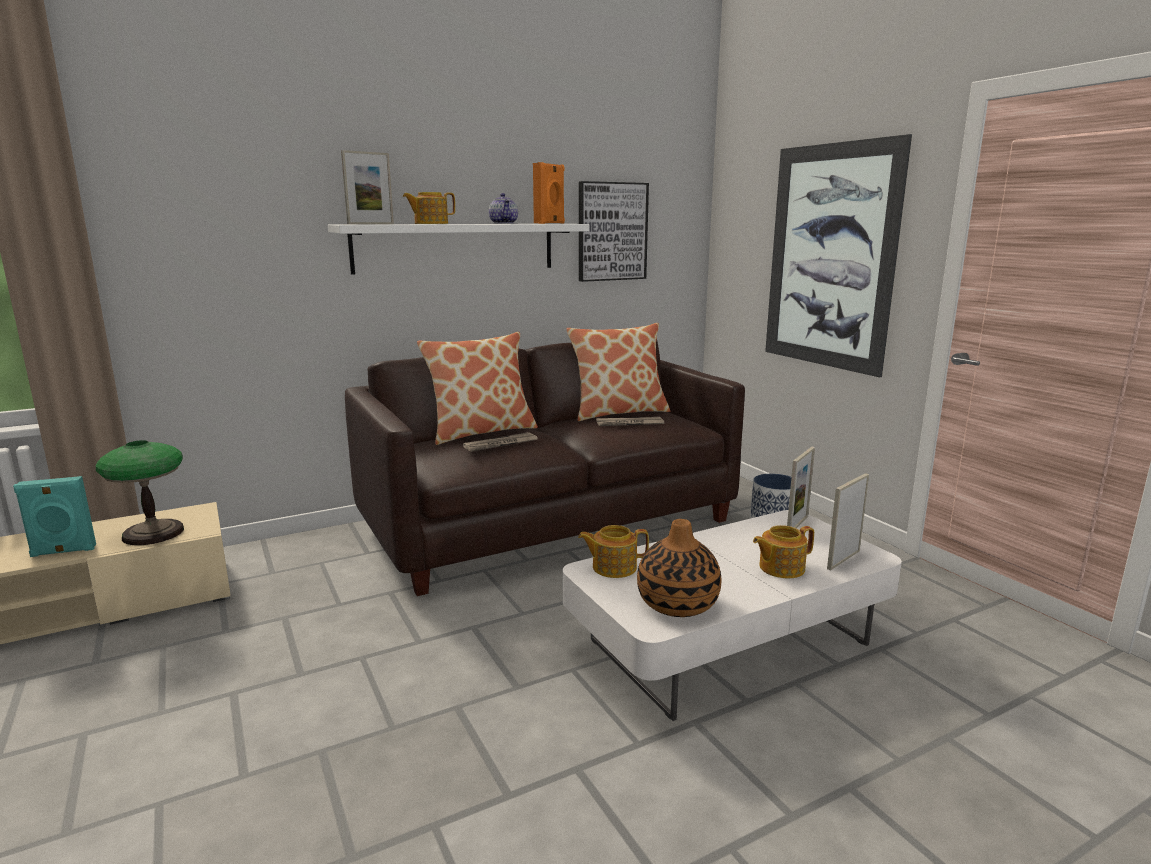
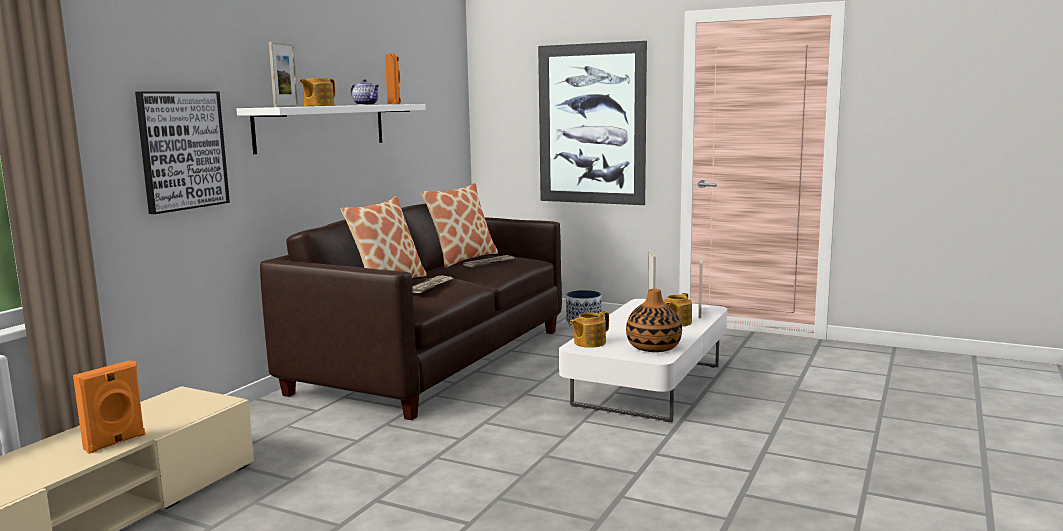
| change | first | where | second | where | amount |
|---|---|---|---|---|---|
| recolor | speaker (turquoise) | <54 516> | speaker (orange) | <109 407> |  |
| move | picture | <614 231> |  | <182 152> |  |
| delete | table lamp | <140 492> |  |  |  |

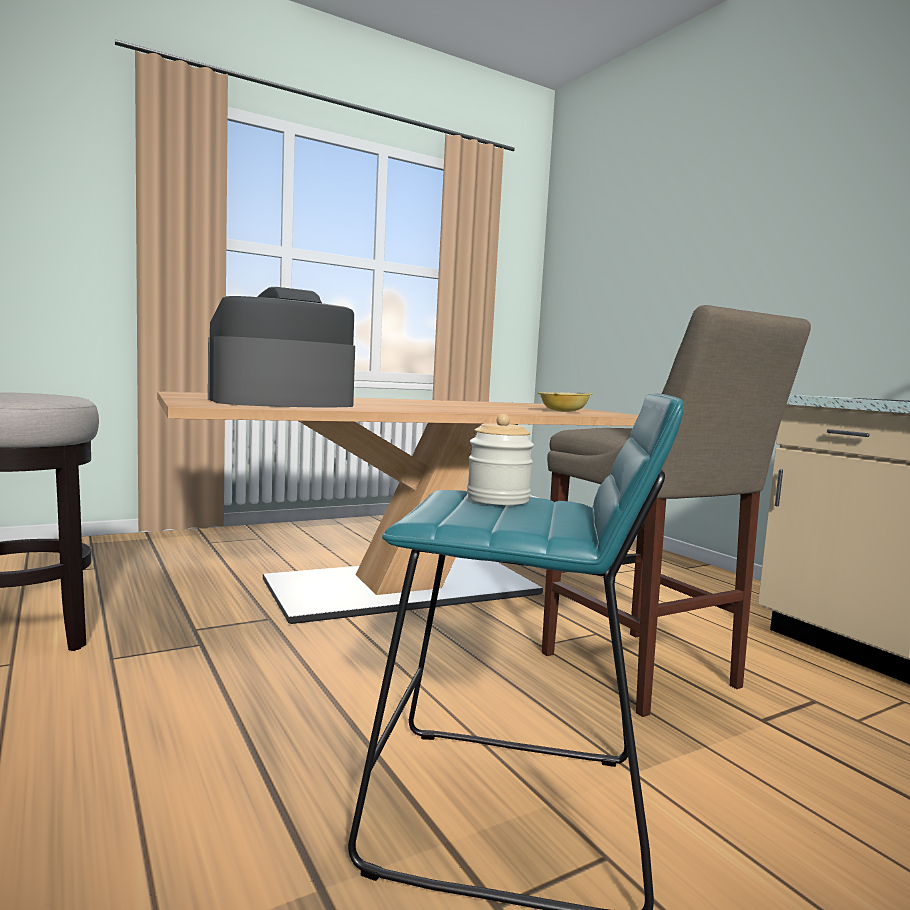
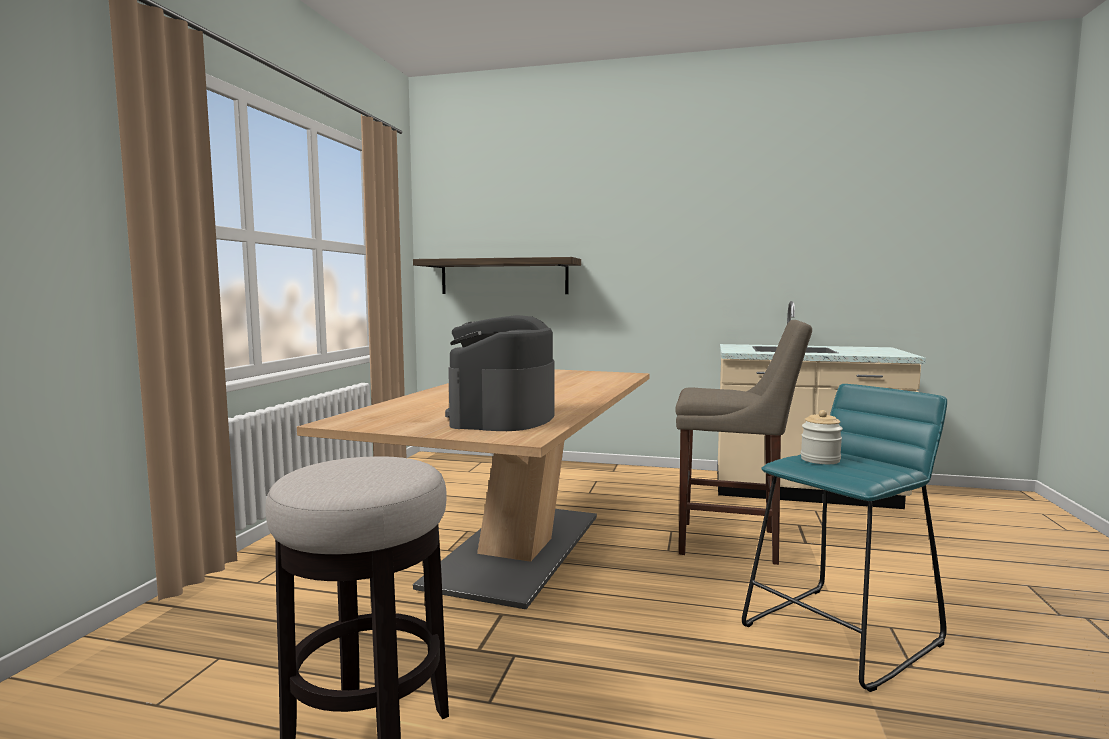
| change | first | where | second | where | amount |
|---|---|---|---|---|---|
| insert |  |  | shelf | <497 275> |  |
| delete | bowl | <565 402> |  |  |  |

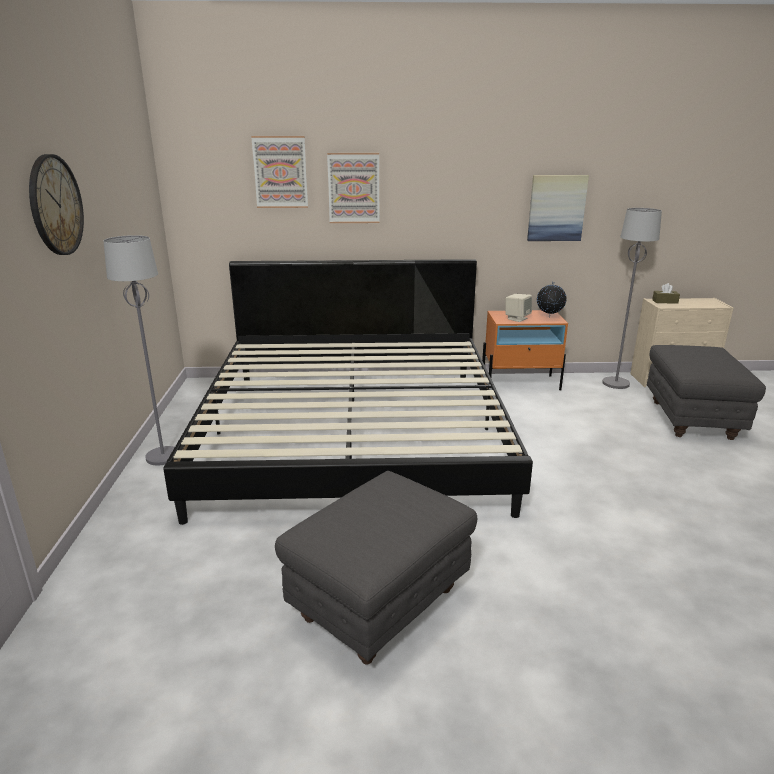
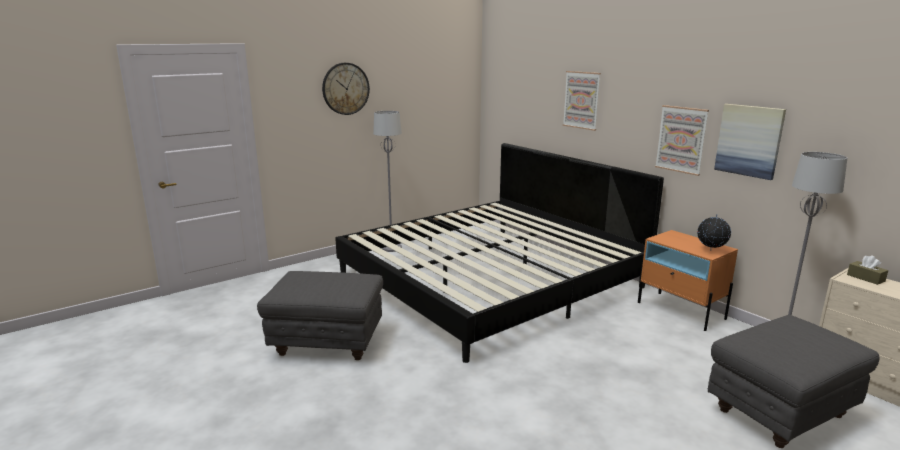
| change | first | where | second | where | amount |
|---|---|---|---|---|---|
| move | picture | <279 172> |  | <682 140> |  |
| delete | speaker (beige) | <518 308> |  |  |  |

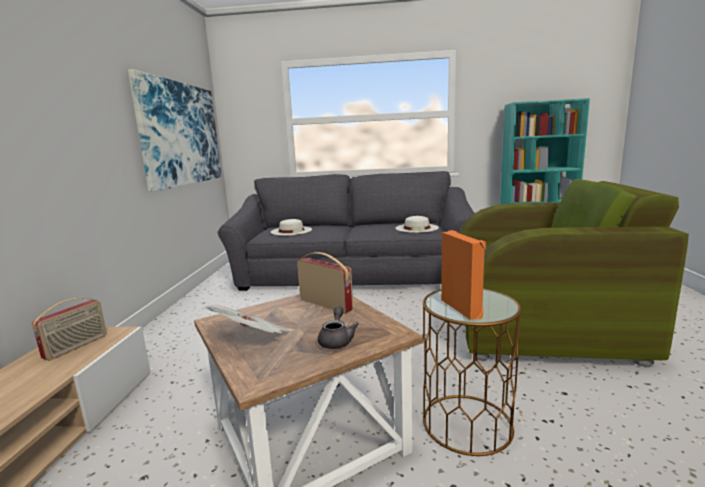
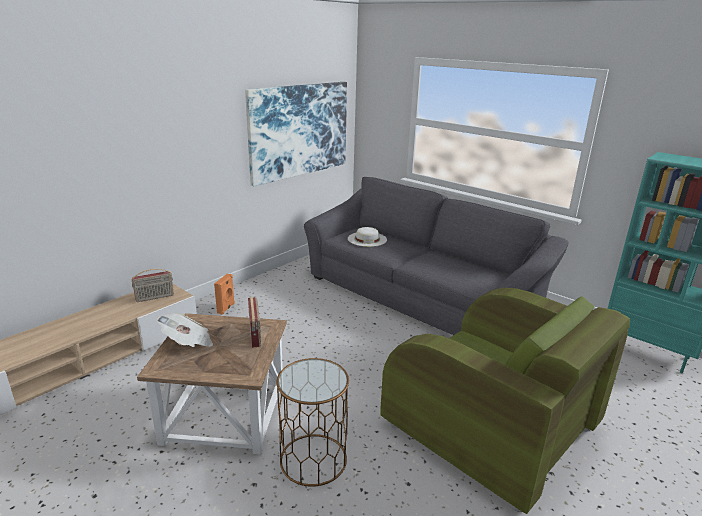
| change | first | where | second | where | amount |
|---|---|---|---|---|---|
| move | speaker (orange) | <463 275> |  | <224 294> |  |
| delete | teapot (grey) | <338 327> |  |  |  |
| delete | hat (white) | <417 224> |  |  |  |

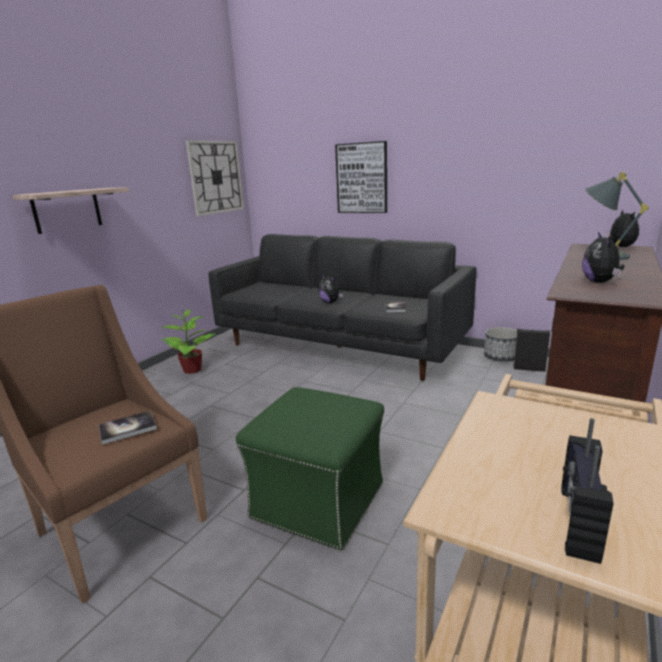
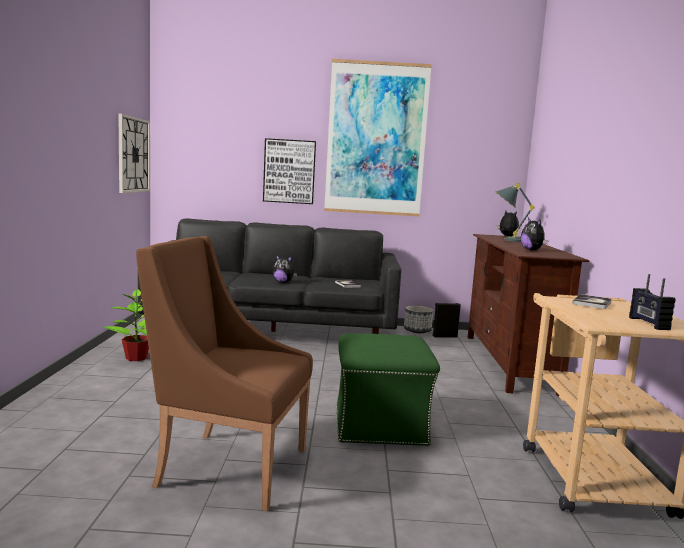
| change | first | where | second | where | amount |
|---|---|---|---|---|---|
| insert |  |  | picture | <378 138> |  |
| move | book | <127 428> |  | <592 301> |  |
| delete | shelf | <71 210> |  |  |  |

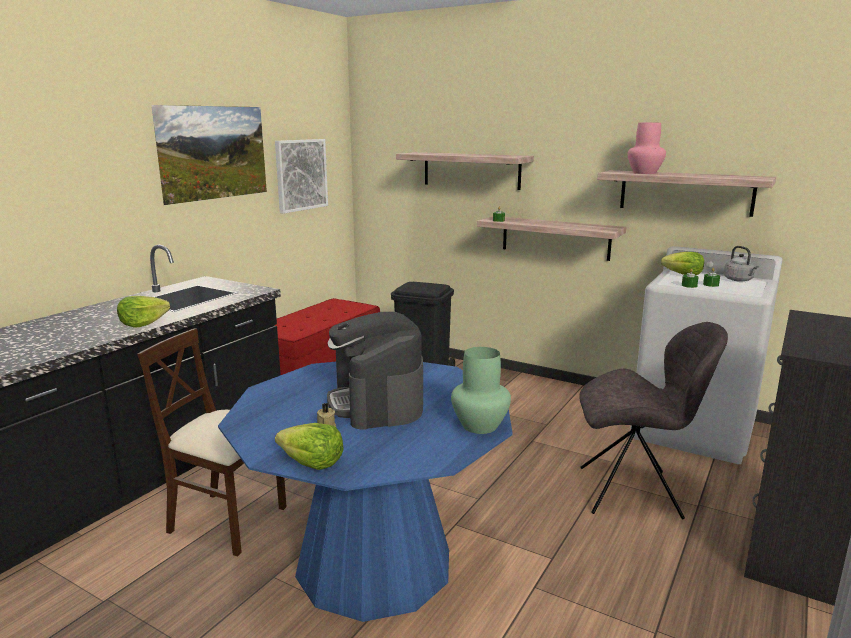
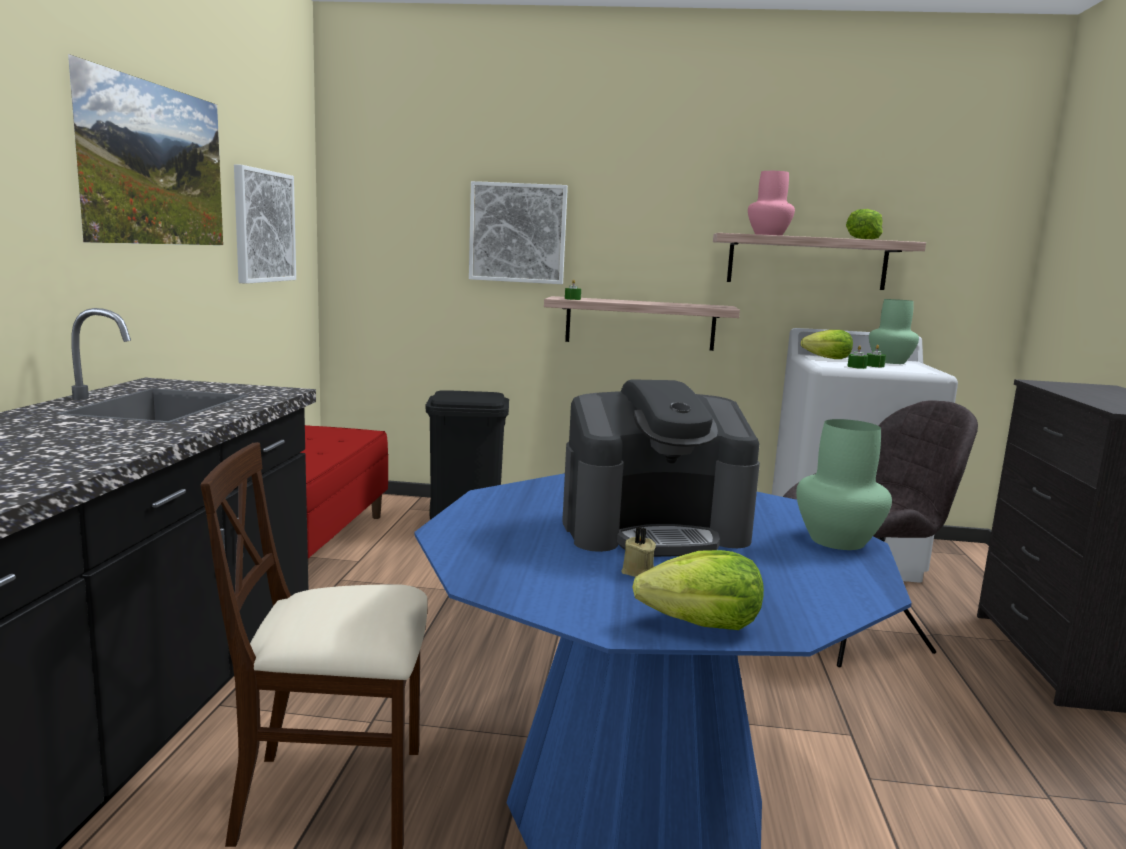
| change | first | where | second | where | amount |
|---|---|---|---|---|---|
| replace | shelf | <465 171> | picture | <518 232> |  |
| rotate | coffee machine | <375 371> |  | <661 468> | 60 degrees counterclockwise |
| move | lettuce | <143 312> |  | <864 224> |  |
| replace | kettle (grey) | <741 264> | vase (green) | <894 331> |  |

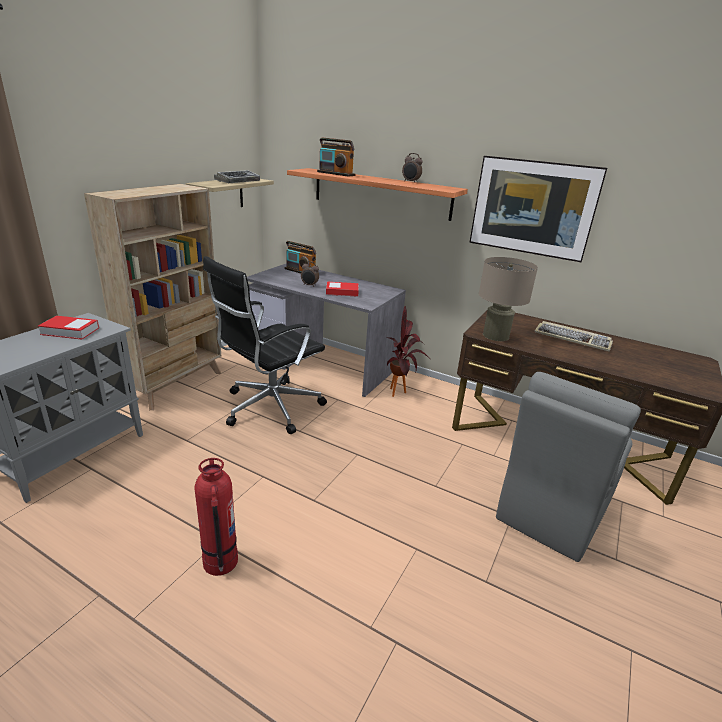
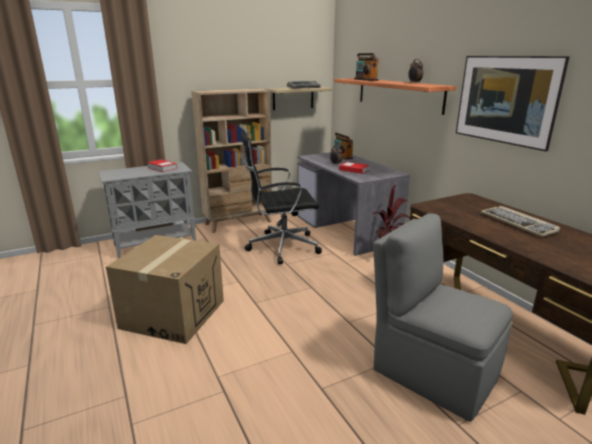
| change | first | where | second | where | amount |
|---|---|---|---|---|---|
| replace | fire extinguisher | <216 517> | cardboard box | <165 289> |  |
| rotate | chair (grey) | <568 467> |  | <443 317> | 60 degrees clockwise |
| delete | table lamp (beige) | <508 299> |  |  |  |

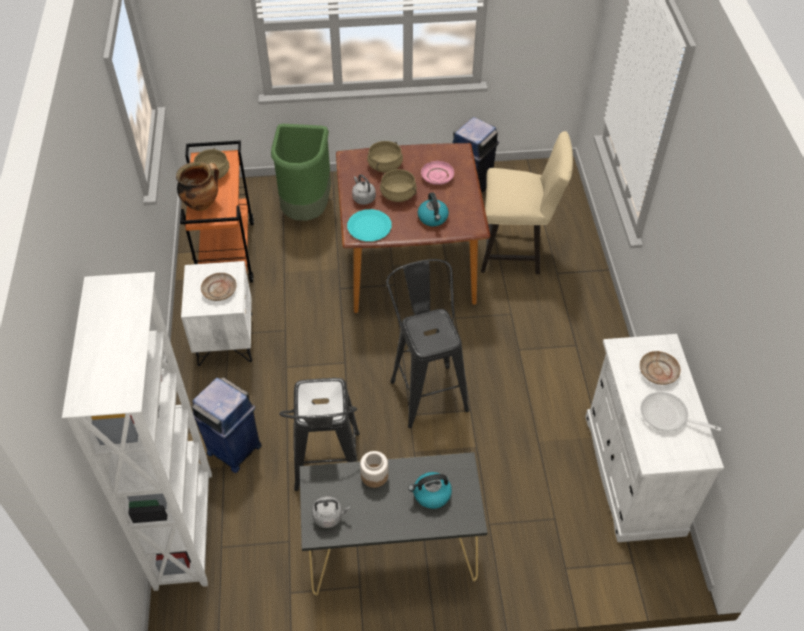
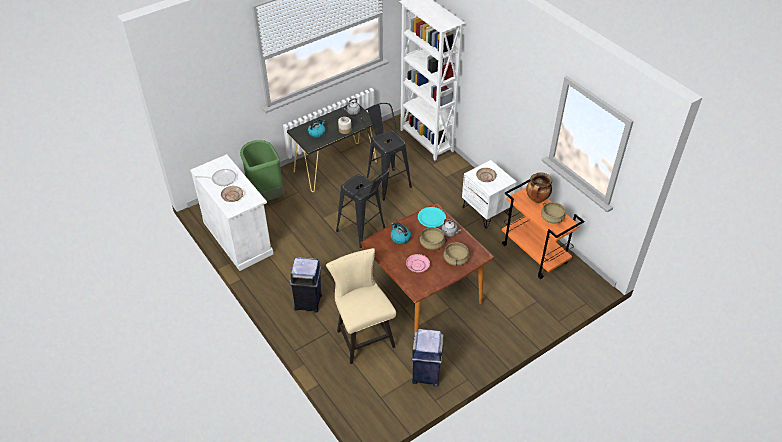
| change | first | where | second | where | amount |
|---|---|---|---|---|---|
| move | trash can (green) | <301 172> |  | <262 170> |  |
| move | trash can (blue) | <227 425> |  | <306 285> |  |
| rotate | chair (beige) | <527 202> |  | <361 306> | 90 degrees clockwise |

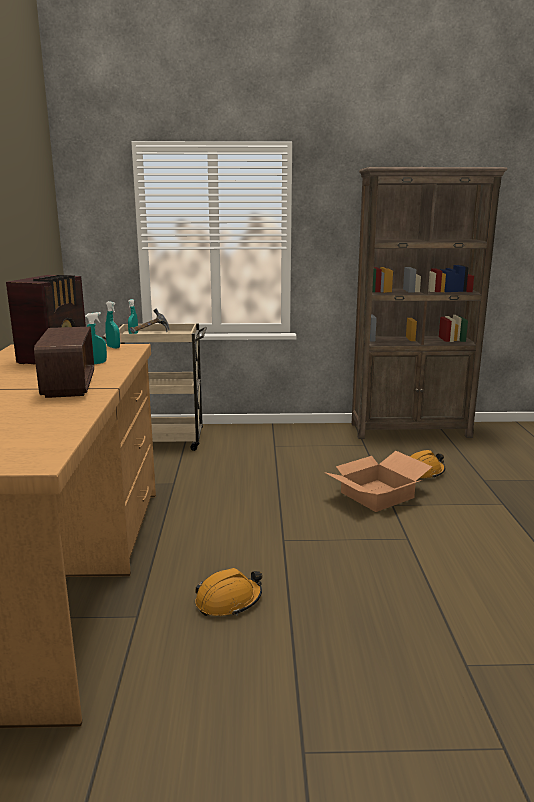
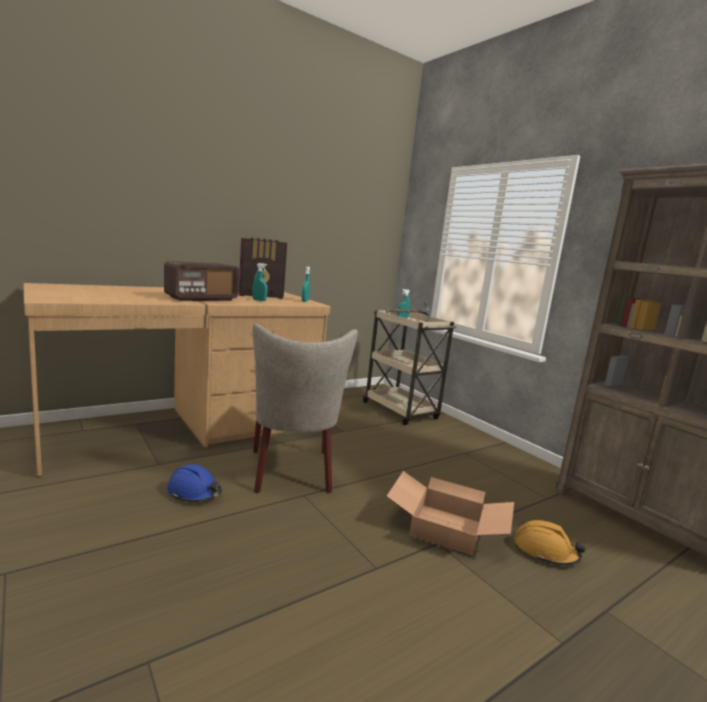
| change | first | where | second | where | amount |
|---|---|---|---|---|---|
| recolor | hard hat (orange) | <228 592> | hard hat (blue) | <194 483> |  |
| insert |  |  | chair (beige) | <305 408> |  |

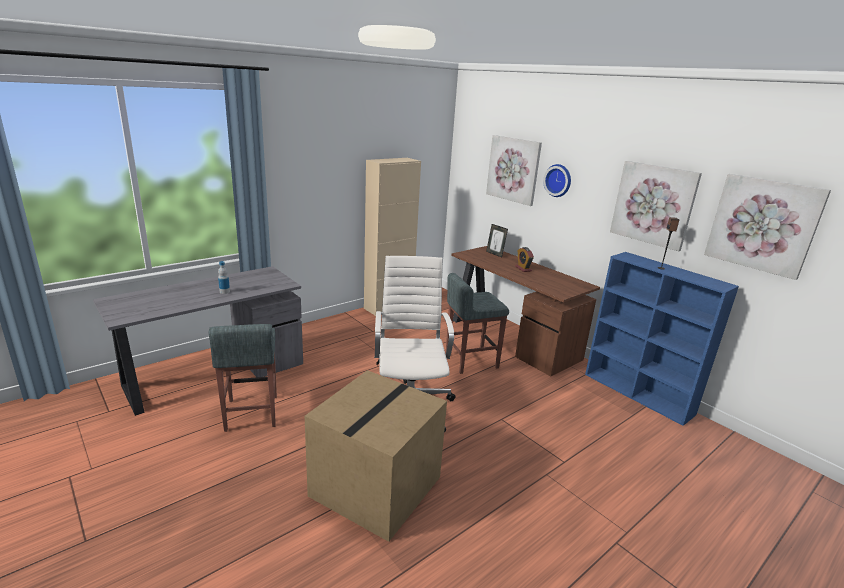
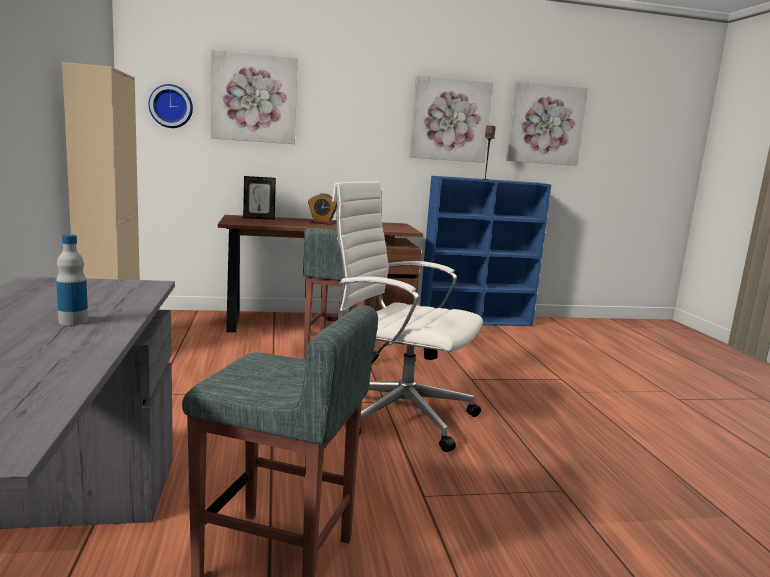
| change | first | where | second | where | amount |
|---|---|---|---|---|---|
| move | wall clock | <557 180> |  | <170 106> |  |
| delete | cardboard box | <375 456> |  |  |  |

